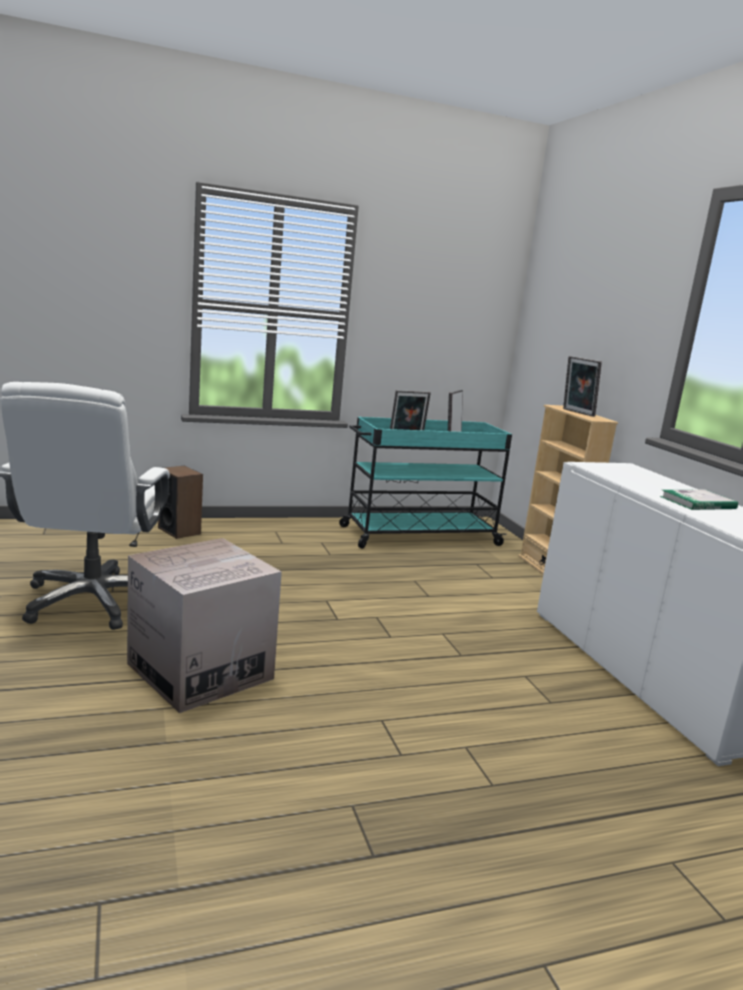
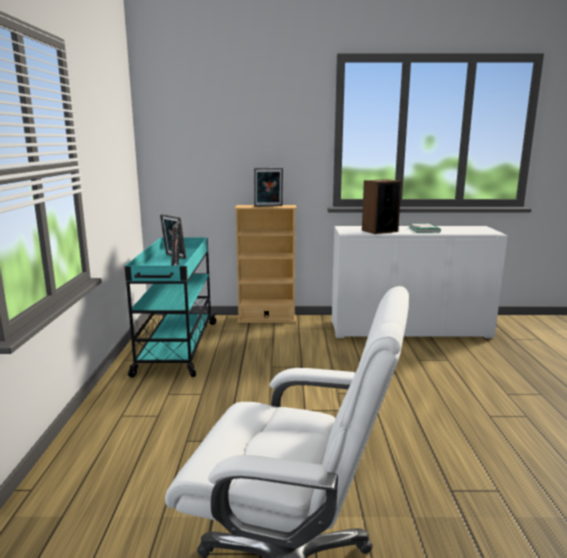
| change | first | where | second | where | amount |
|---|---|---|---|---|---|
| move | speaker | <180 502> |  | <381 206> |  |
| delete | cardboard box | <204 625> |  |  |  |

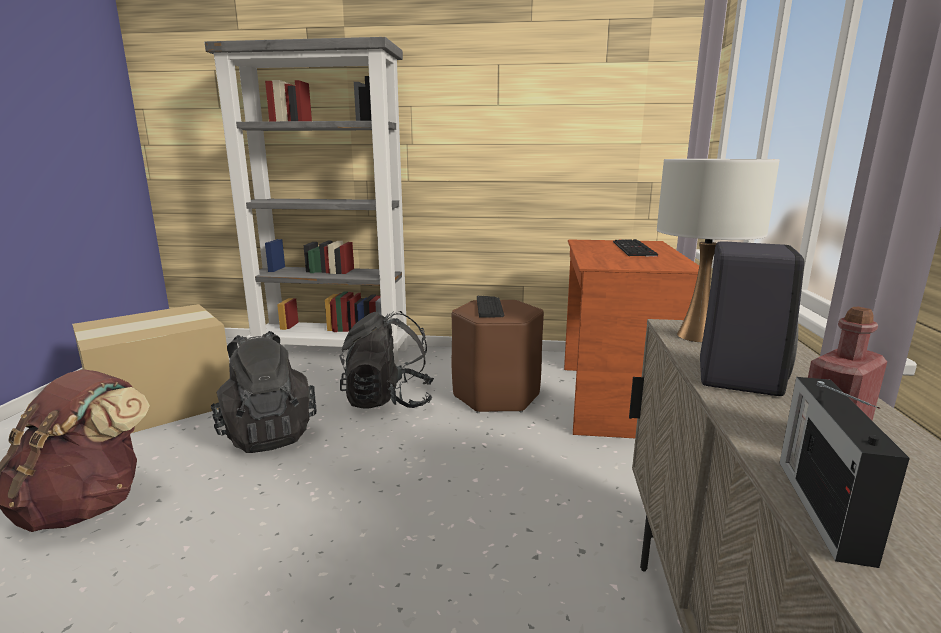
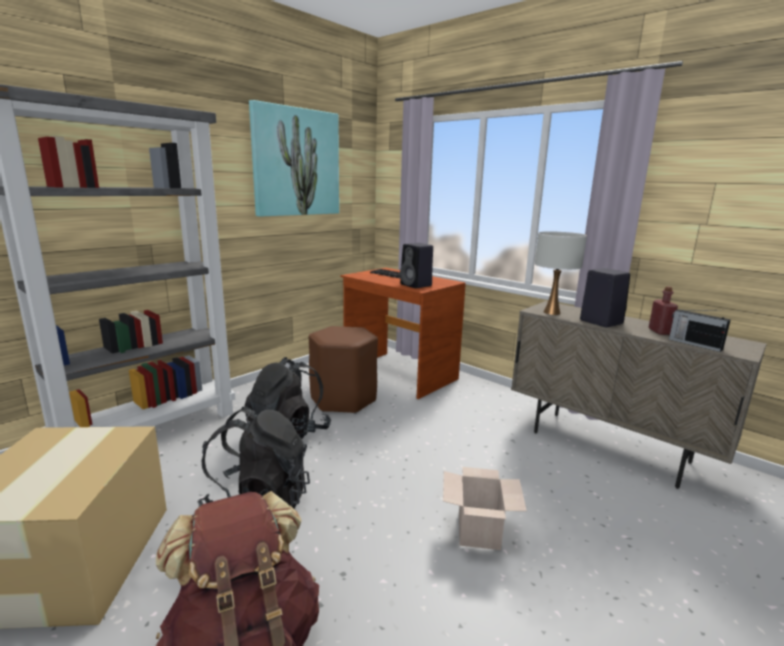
| change | first | where | second | where | amount |
|---|---|---|---|---|---|
| insert |  |  | picture | <294 158> |  |
| insert |  |  | speaker (black) | <416 265> |  |
| insert |  |  | cardboard box | <485 508> |  |
| delete | keyboard | <490 306> |  |  |  |

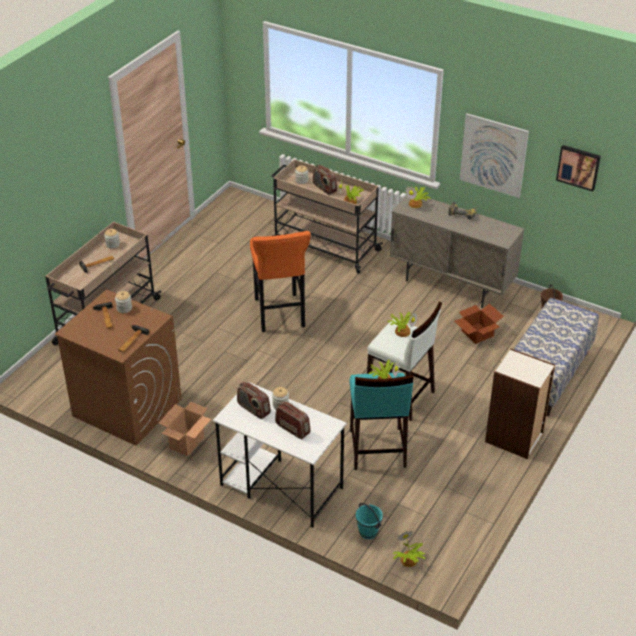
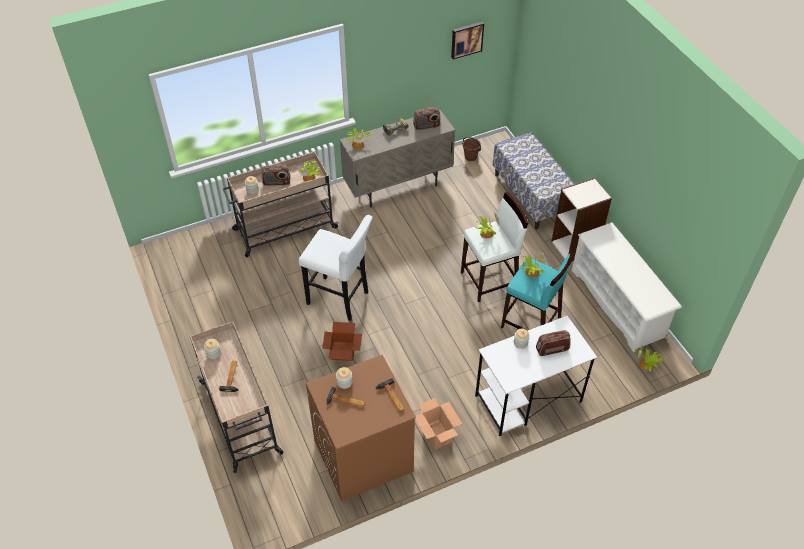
| change | first | where | second | where | amount |
|---|---|---|---|---|---|
| recolor | stool (orange) | <280 281> | stool (white) | <336 268> |  |
| move | cardboard box | <479 324> |  | <342 341> |  |
| move | radio | <254 400> |  | <426 118> |  |
| insert |  |  | shoe rack (white) | <627 287> |  |
| delete | bucket (turquoise) | <369 521> |  |  |  |
| delete | picture | <494 155> |  |  |  |

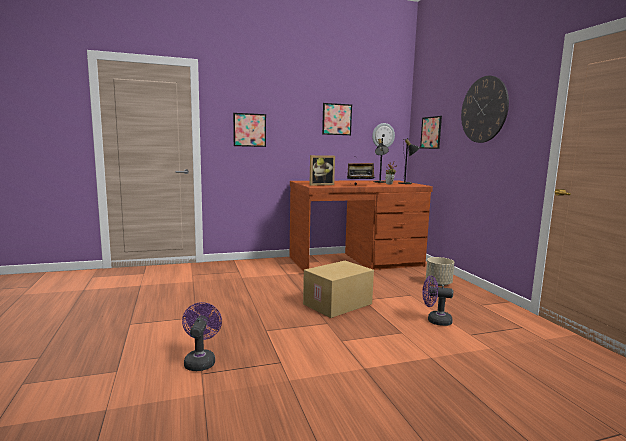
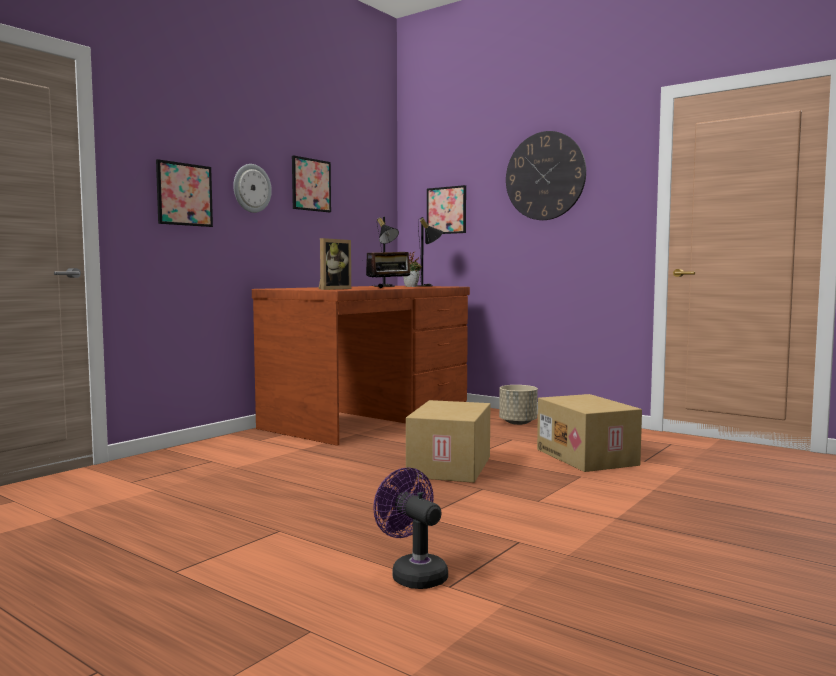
| change | first | where | second | where | amount |
|---|---|---|---|---|---|
| move | wall clock | <383 135> |  | <252 188> |  |
| replace | fan (purple) | <437 301> | cardboard box | <589 433> |  |

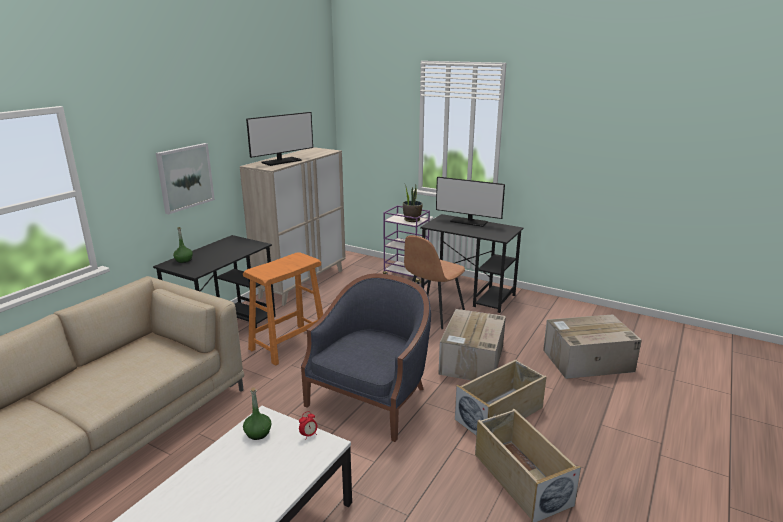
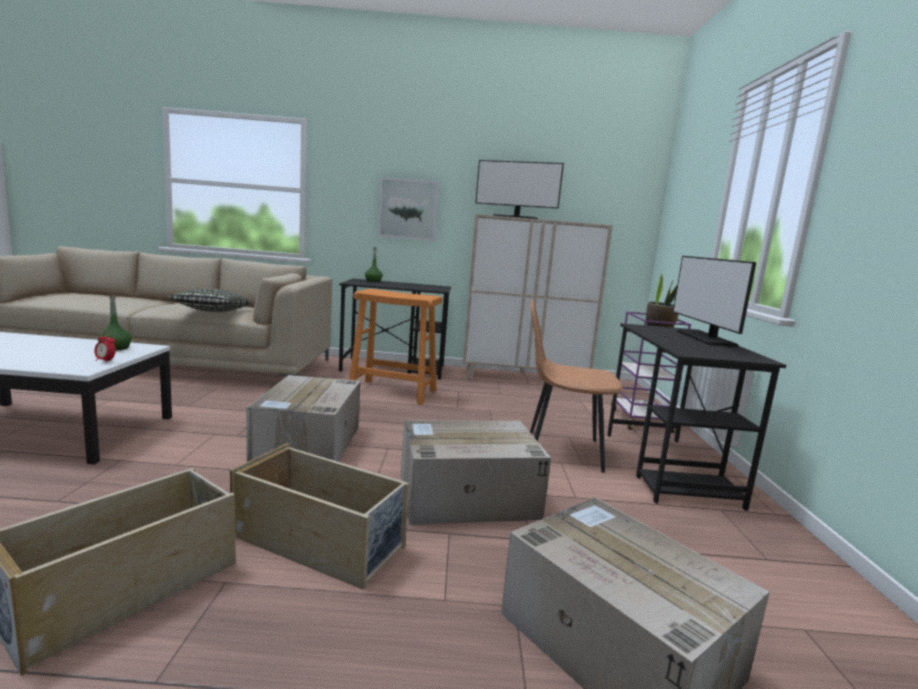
| change | first | where | second | where | amount |
|---|---|---|---|---|---|
| insert |  |  | pillow | <209 300> |  |
| replace | armchair (blue) | <366 357> | cardboard box | <303 418> |  |

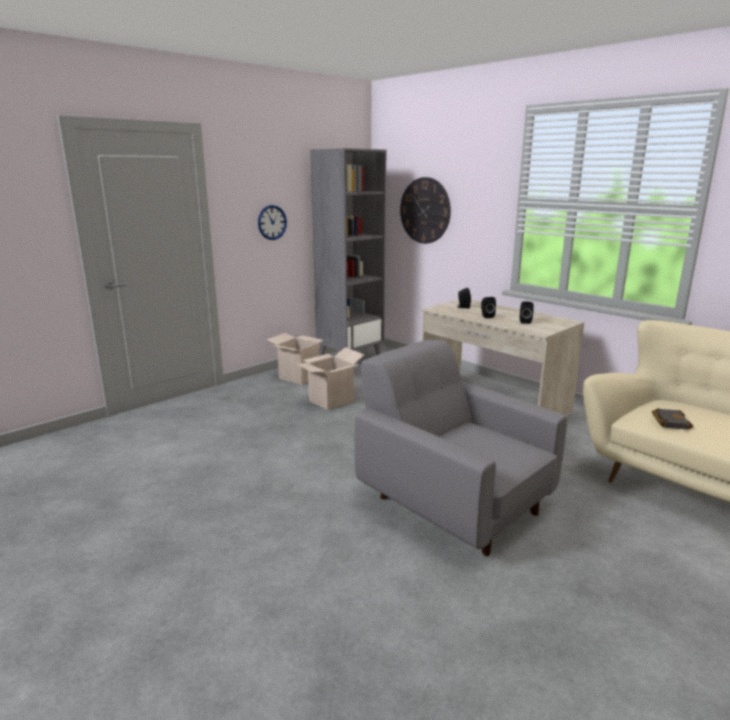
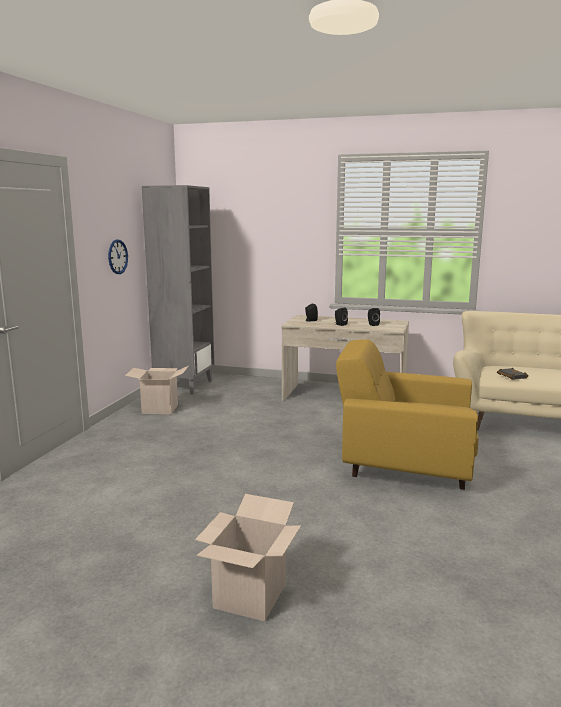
| change | first | where | second | where | amount |
|---|---|---|---|---|---|
| move | cardboard box | <329 378> |  | <248 557> |  |
| recolor | armchair (grey) | <461 448> | armchair (yellow) | <407 414> |  |
| delete | wall clock | <425 210> |  |  |  |

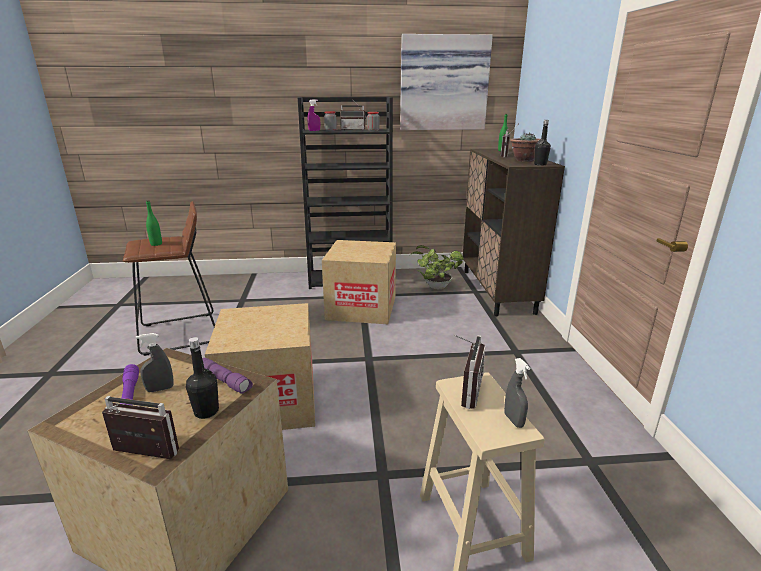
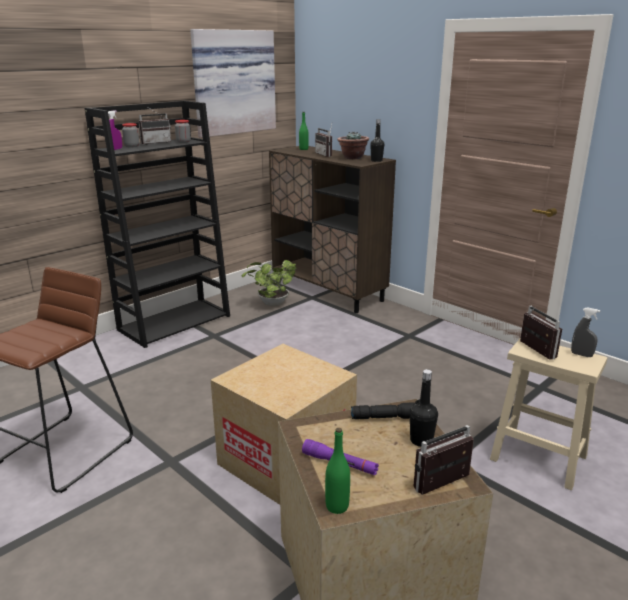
| change | first | where | second | where | amount |
|---|---|---|---|---|---|
| move | bottle (green) | <154 223> |  | <337 471> |  |
| recolor | flashlight (purple) | <227 376> | flashlight (black) | <383 410> |  |
| delete | spray bottle (grey) | <155 362> |  |  |  |
| delete | cardboard box | <359 282> |  |  |  |

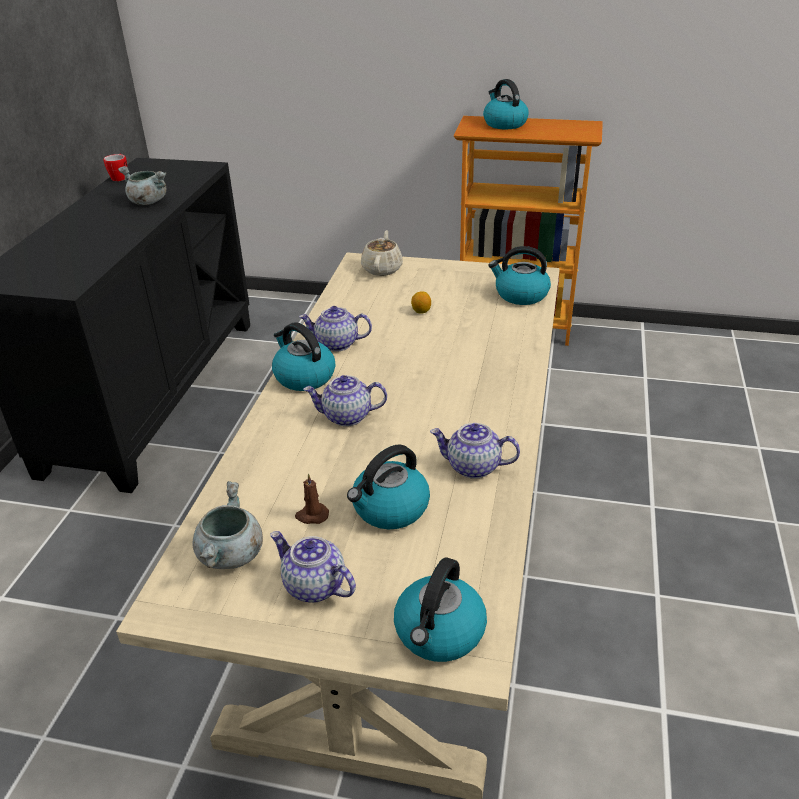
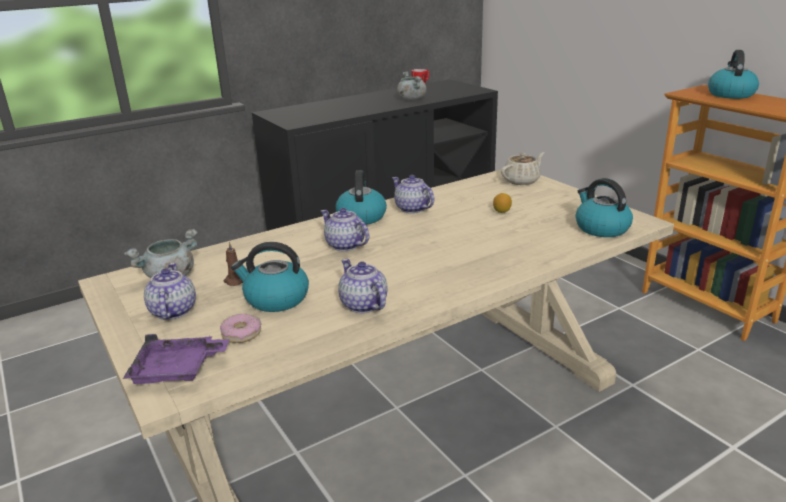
| change | first | where | second | where | amount |
|---|---|---|---|---|---|
| replace | kettle | <440 609> | tray (purple) | <176 359> |  |
| insert |  |  | donut | <241 328> |  |

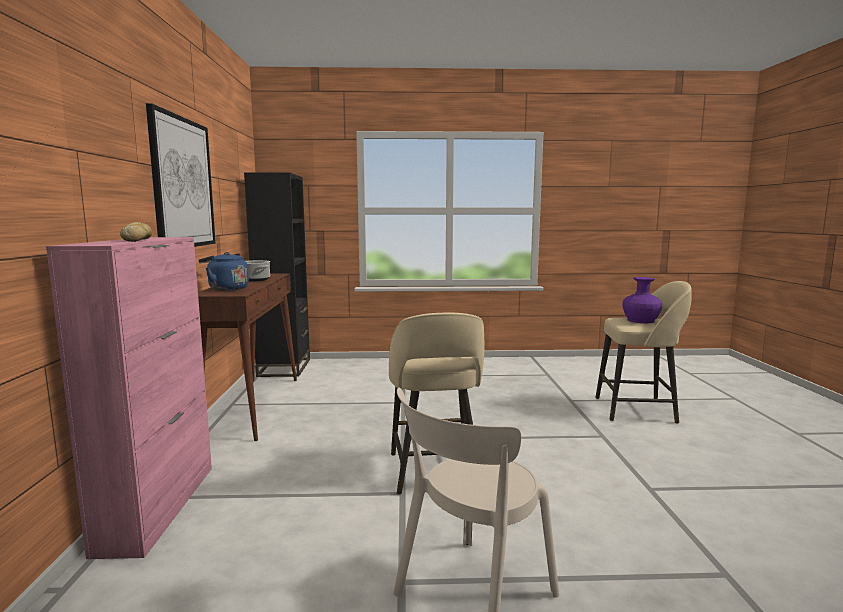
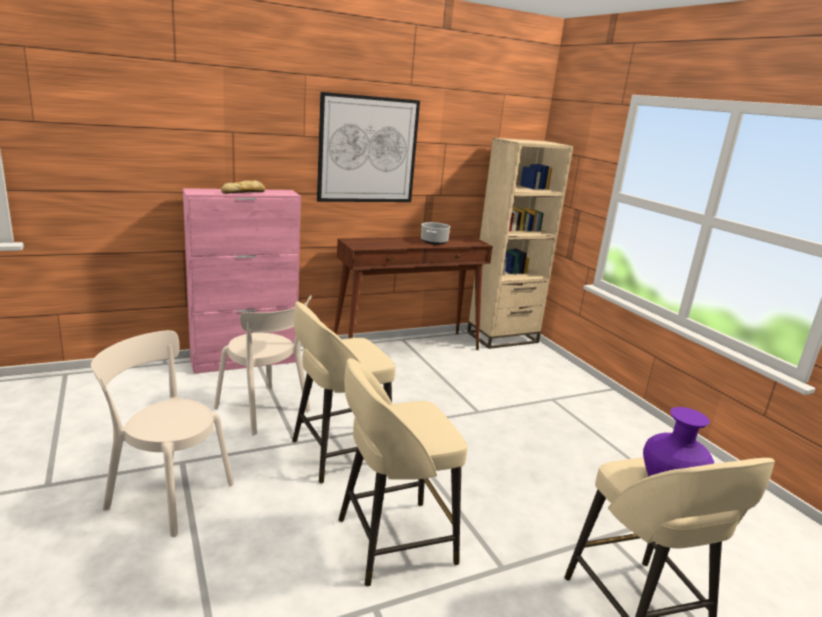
| change | first | where | second | where | amount |
|---|---|---|---|---|---|
| insert |  |  | chair (beige) | <263 365> |  |
| insert |  |  | stool (beige) | <403 472> |  |
| recolor | bookcase (black) | <277 274> | bookcase (beige) | <520 243> |  |
| delete | kettle (blue) | <223 271> |  |  |  |

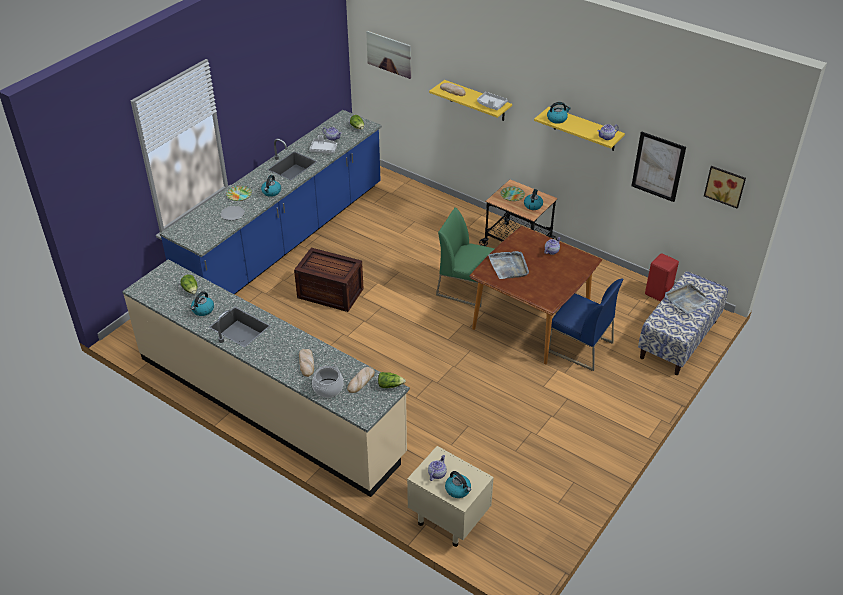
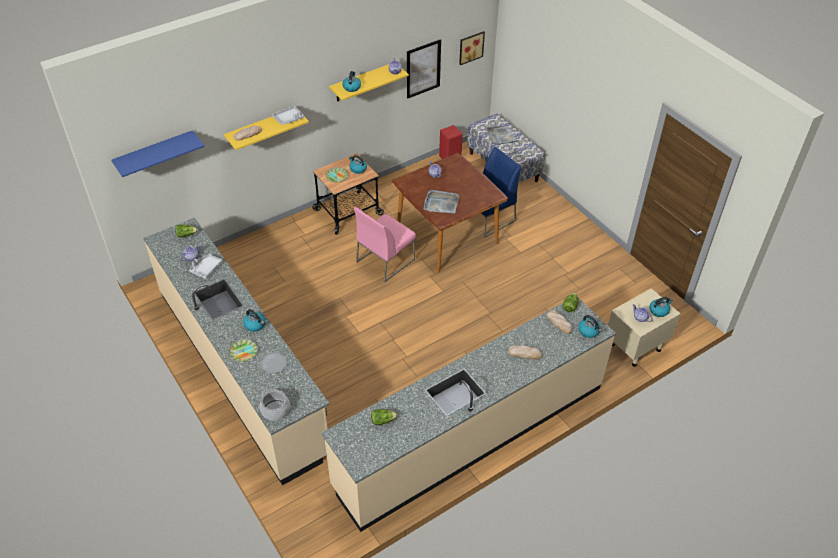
| change | first | where | second | where | amount |
|---|---|---|---|---|---|
| replace | picture | <388 55> | shelf (blue) | <158 153> |  |
| recolor | counter (blue) | <271 202> | counter (beige) | <236 351> |  |
| move | cooking pot | <328 381> |  | <275 405> |  |
| recolor | chair (green) | <465 257> | chair (pink) | <385 244> |  |
| move | kettle | <202 303> |  | <590 326> |  |
| delete | crate | <329 280> |  |  |  |

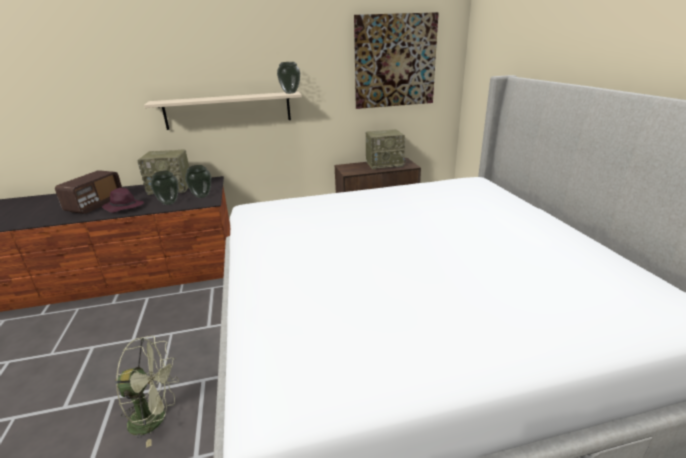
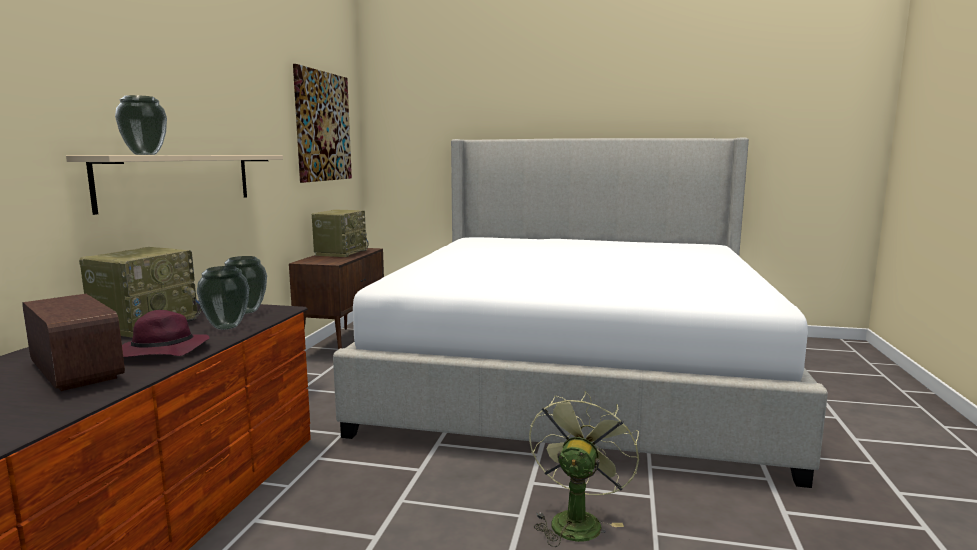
| change | first | where | second | where | amount |
|---|---|---|---|---|---|
| move | vase | <288 78> |  | <141 125> |  |

